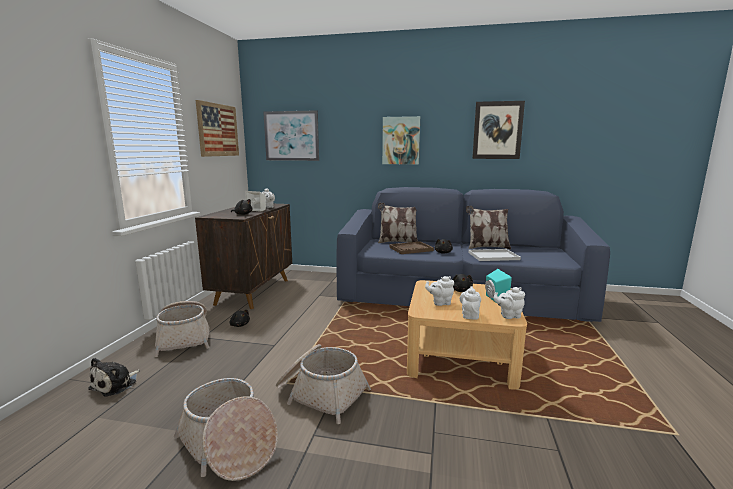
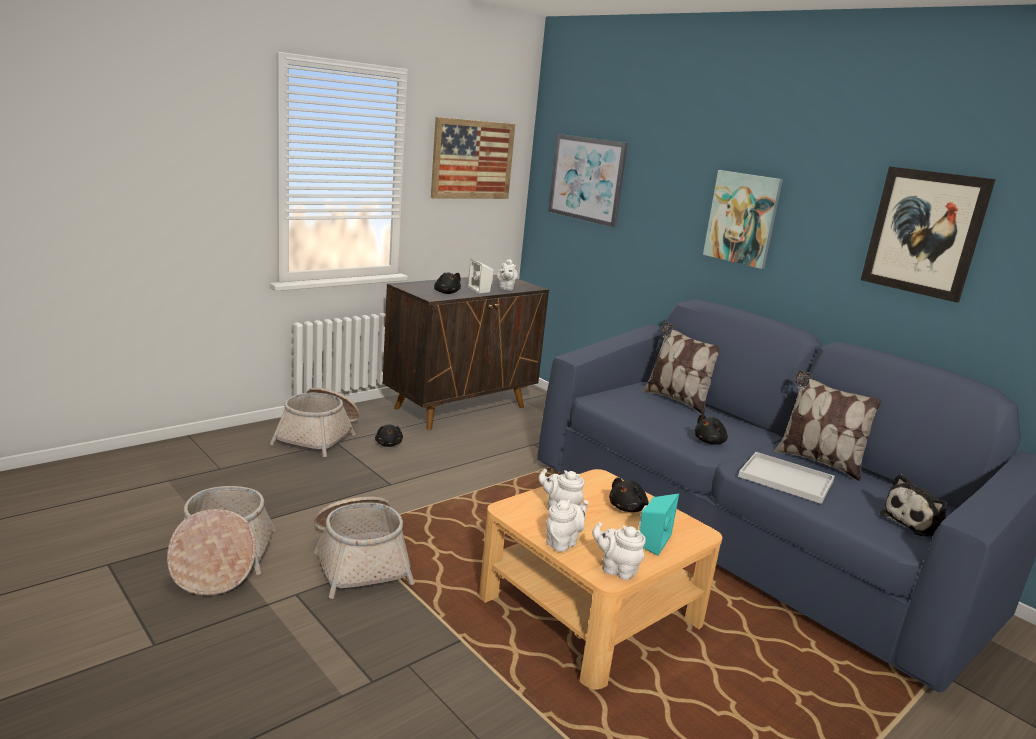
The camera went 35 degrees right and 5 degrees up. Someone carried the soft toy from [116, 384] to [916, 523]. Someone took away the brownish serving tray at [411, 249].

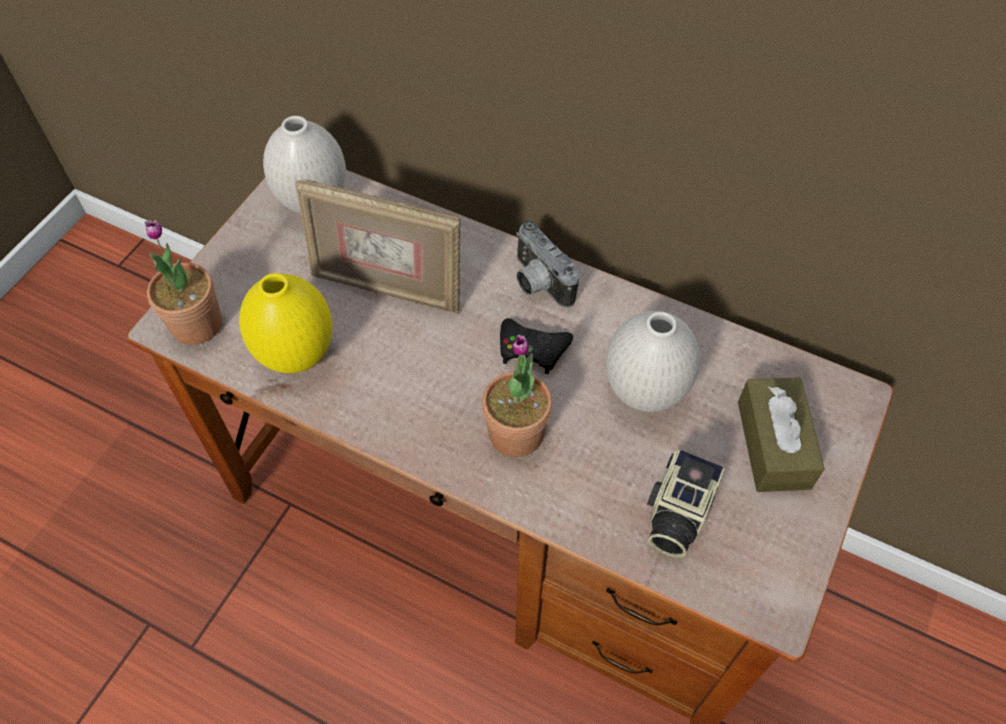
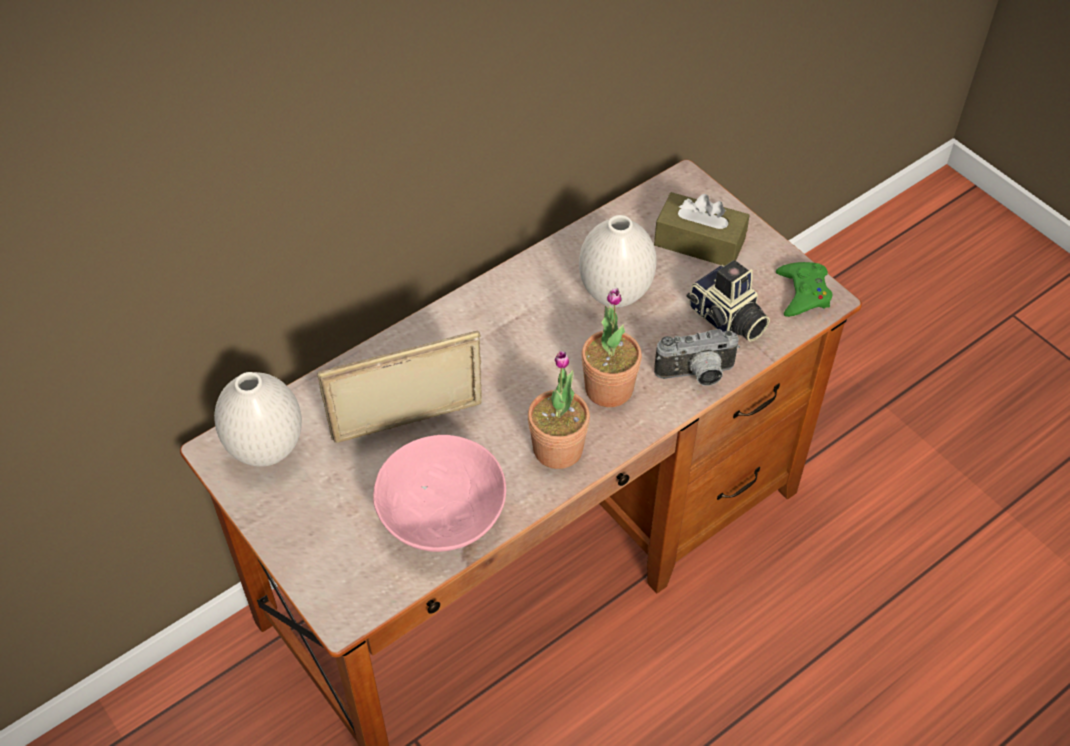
The camera went 65 degrees left and 5 degrees down. Someone rotated the standing frame at [387, 288] by 150 degrees counterclockwise. Someone swapped the yellowish flower vase at [297, 356] for the pink-coloured serving bowl at [443, 516]. Someone carried the plant in a pot from [196, 324] to [558, 449]. Someone carried the still camera from [537, 283] to [696, 375]. Someone put down the green-coloured joypad at [803, 293]. Someone took away the blackish joypad at [532, 349].

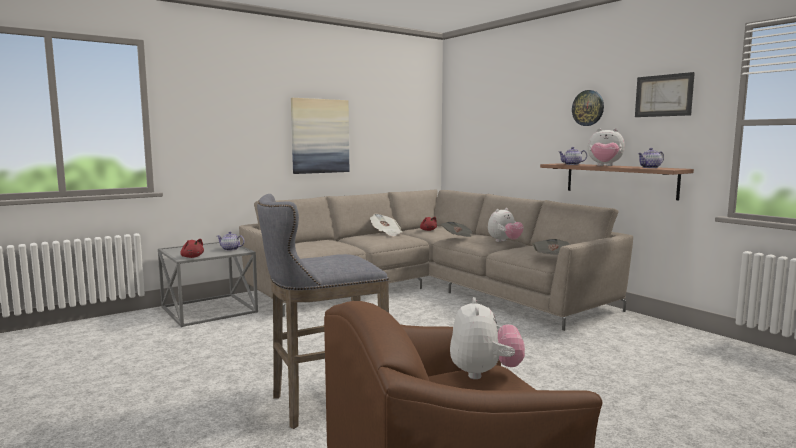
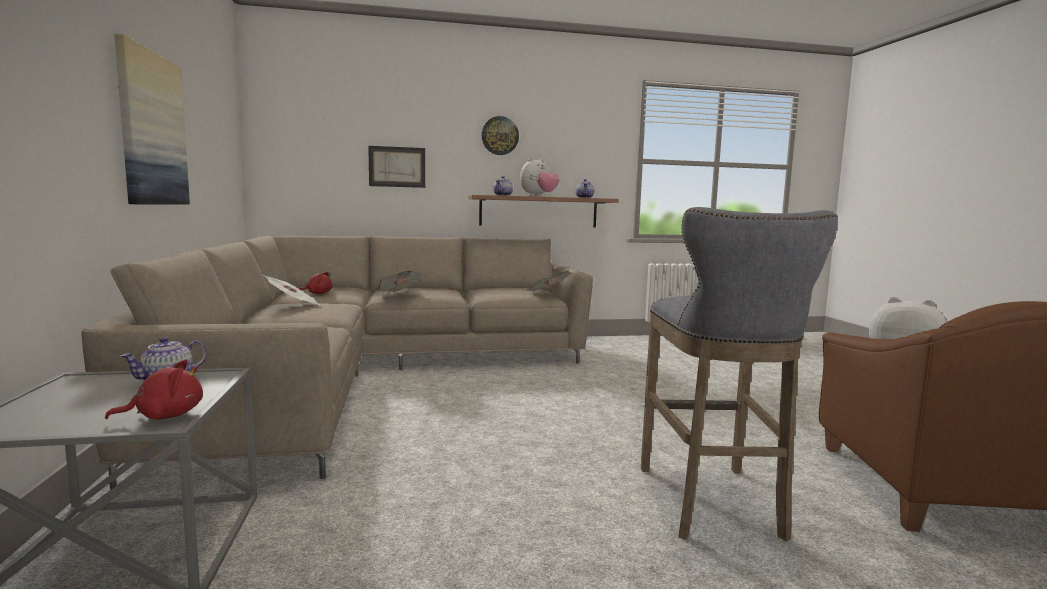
The camera went 65 degrees left and 0 degrees up. Someone carried the wall picture from [663, 95] to [397, 167]. Someone took away the soft toy at [504, 241].

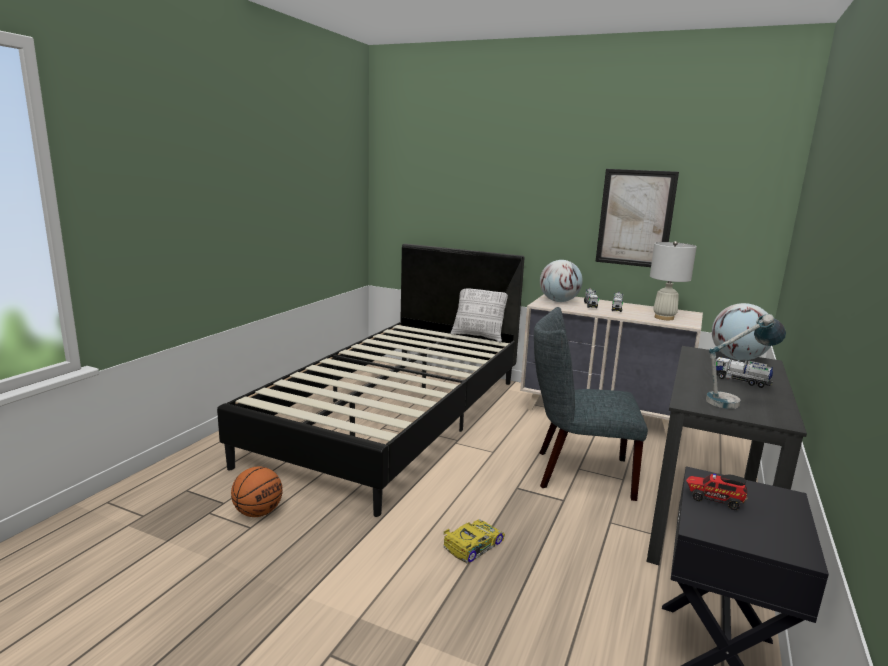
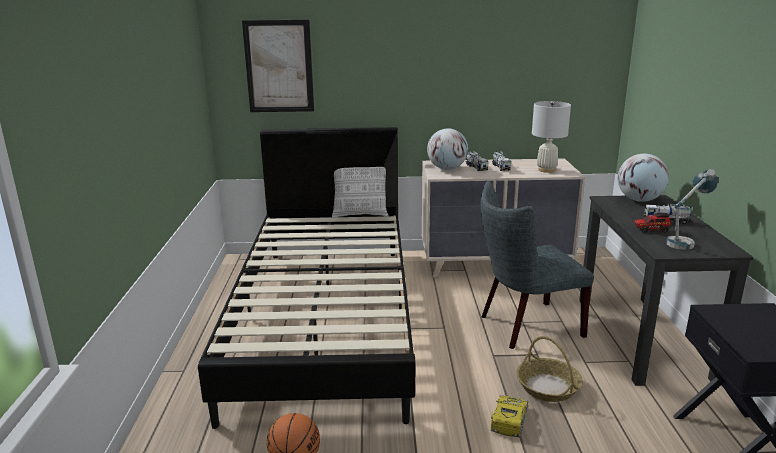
The camera went 25 degrees left and 5 degrees up. Someone carried the wall picture from [635, 218] to [279, 66]. Someone put down the basket at [547, 387]. Someone carried the toy lorry from [713, 499] to [650, 230].

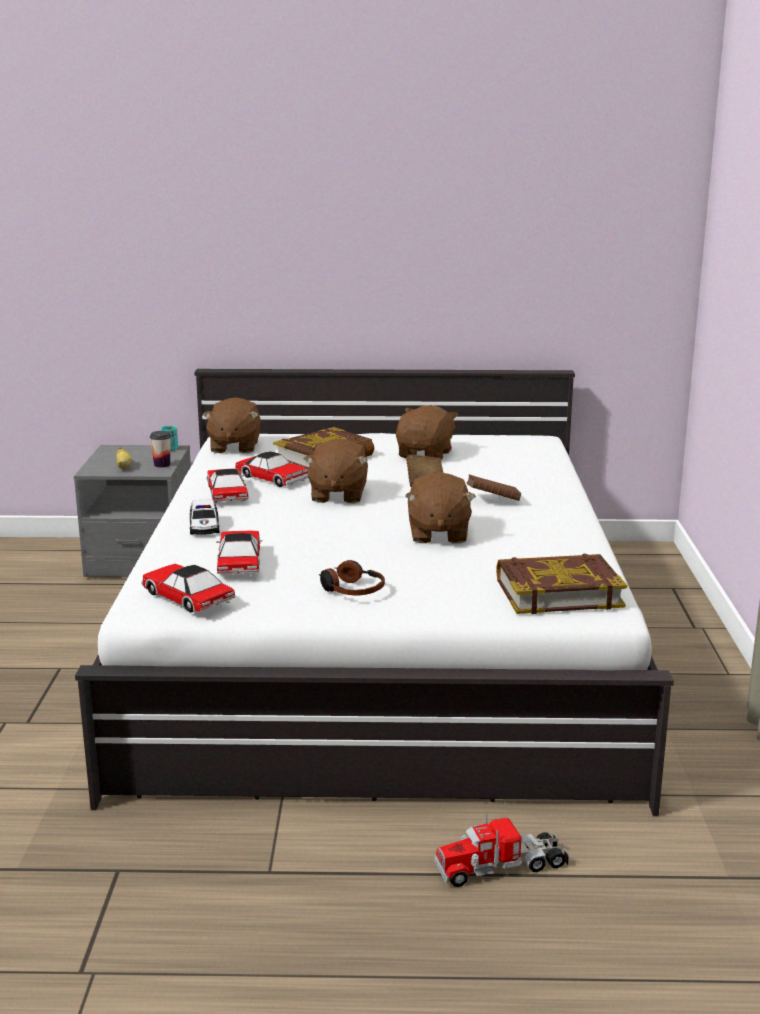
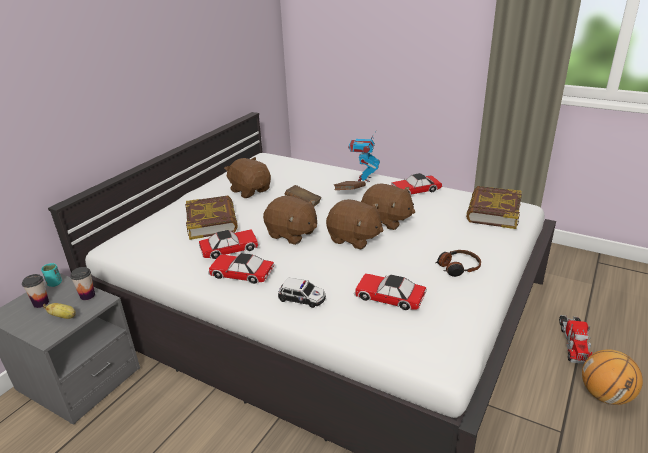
The camera went 60 degrees left and 10 degrees up. Someone put down the drinking cup at [41, 303]. Someone carried the brownish soft toy from [234, 447] to [354, 239]. Someone put down the robot figure at [364, 179]. Someone carried the toy car from [187, 597] to [415, 190]. Someone put down the basketball at [605, 395].

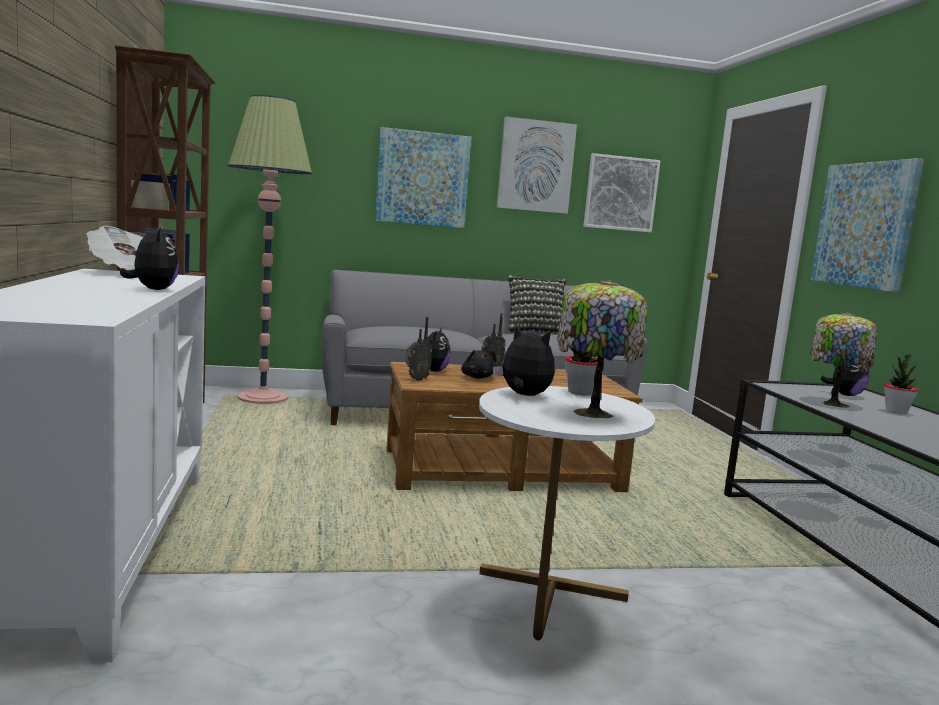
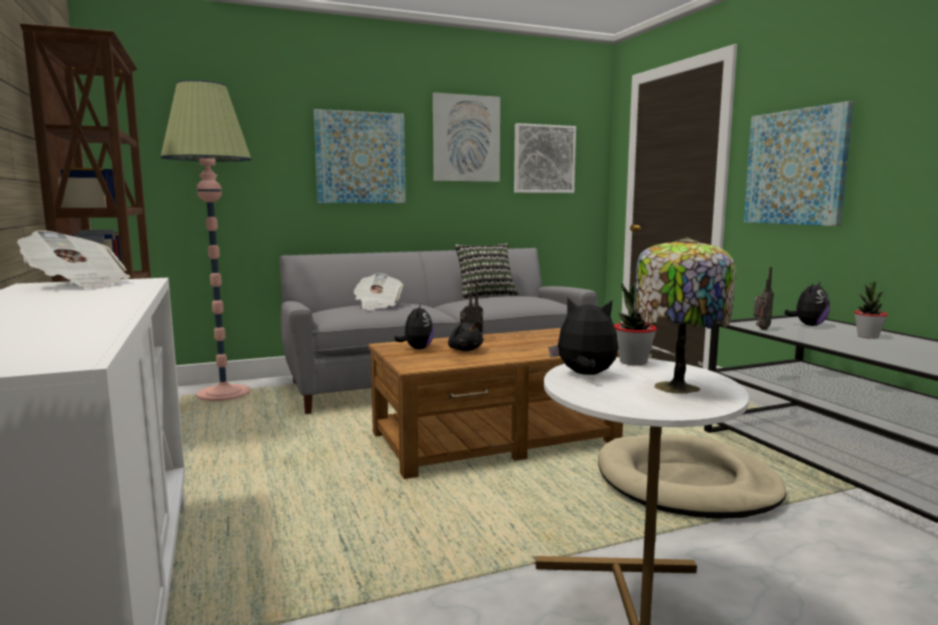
The camera went 10 degrees left and 0 degrees up. Someone put down the printed paper at [377, 305]. Someone put down the sand-coloured pet bed at [686, 483]. Someone carried the radio set from [416, 379] to [760, 329]. Someone took away the soft toy at [153, 289]. Someone took away the tabletop lamp at [833, 403].

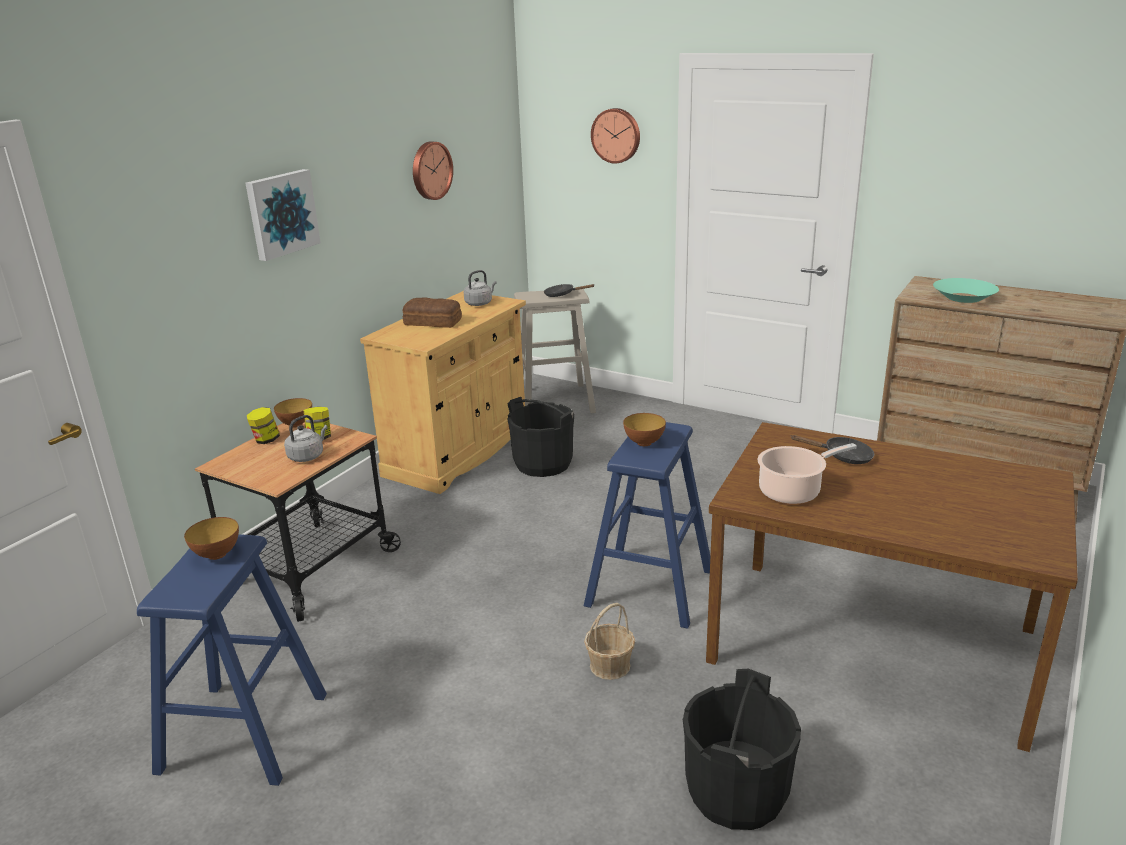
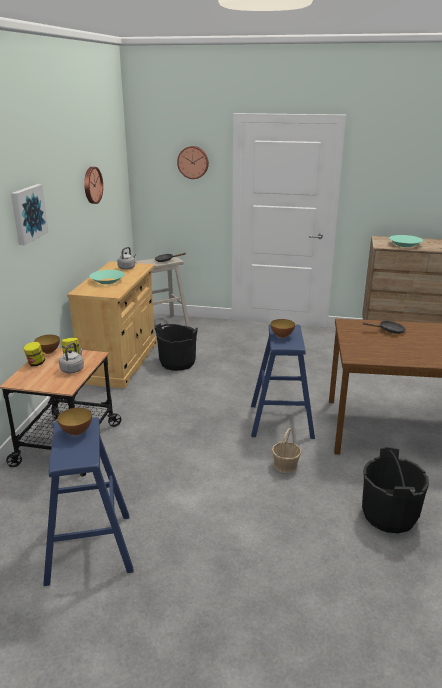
The camera went 20 degrees left and 0 degrees up. Someone swapped the bread at [433, 322] for the turquoise serving bowl at [107, 281]. Someone took away the cooking pot at [793, 491].

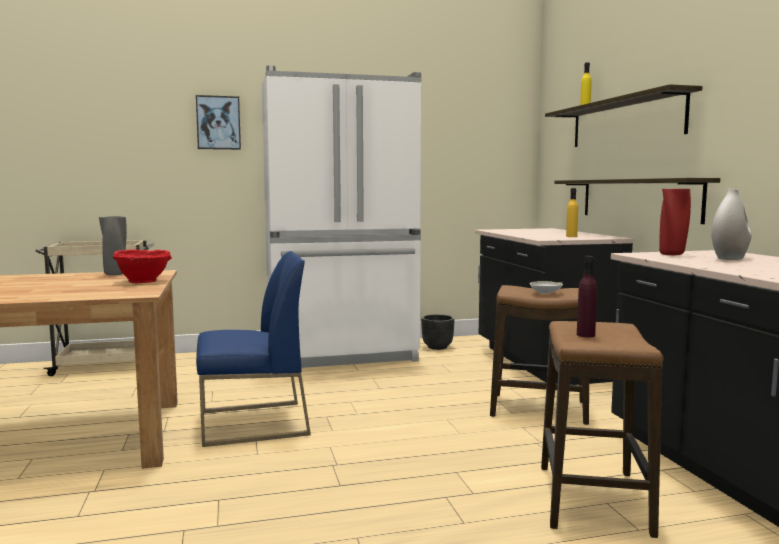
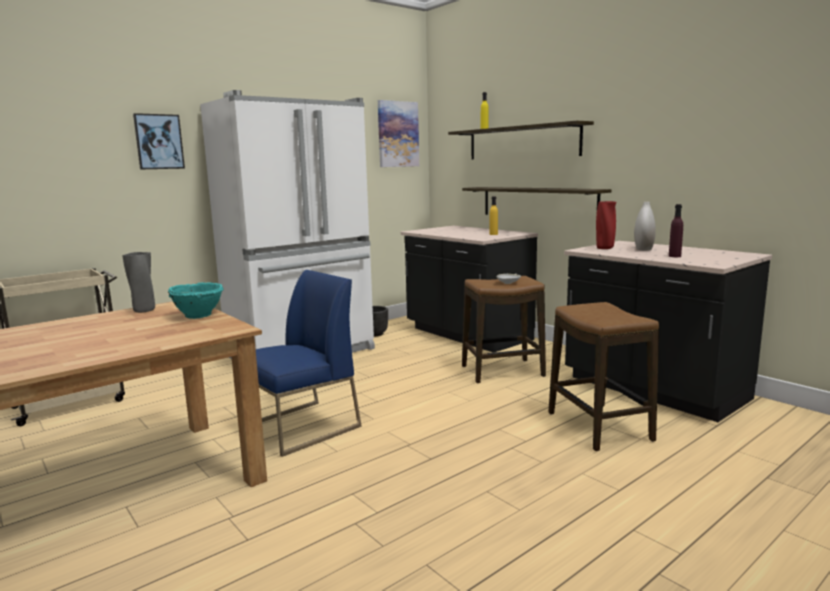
The camera went 25 degrees left and 5 degrees up. Someone repainted the red-coloured serving bowl at [144, 281], which became the turquoise serving bowl at [199, 315]. Someone put up the wall picture at [398, 134]. Someone carried the purplish drink bottle from [585, 335] to [674, 256].

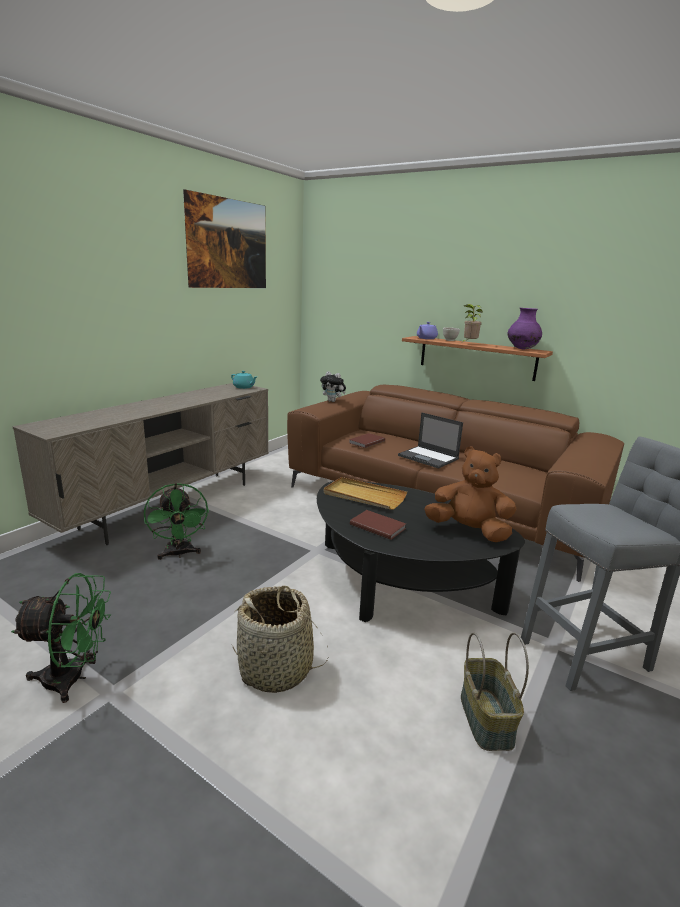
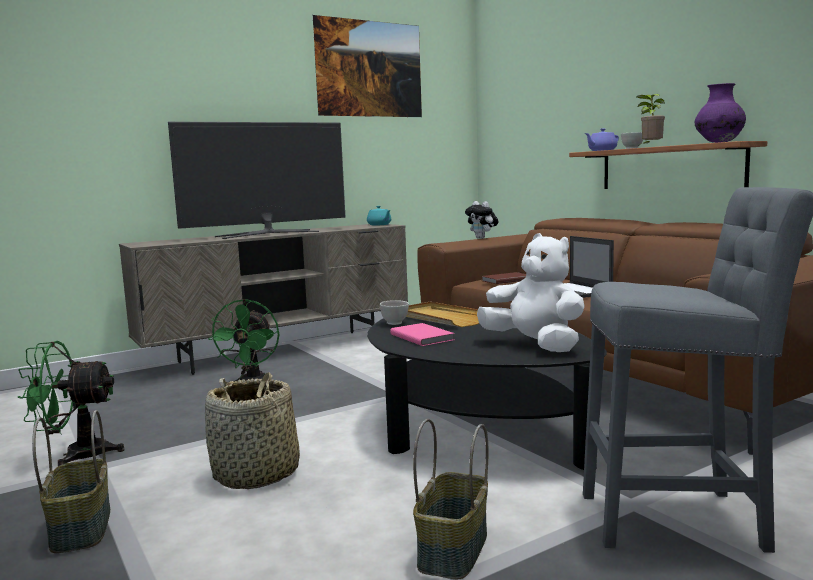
The camera went 25 degrees right and 10 degrees down. Someone rotated the green-coloured cooling fan at [73, 678] by 150 degrees clockwise. Someone put down the basket at [79, 528]. Someone put down the TV at [268, 234]. Someone put down the white-coloured serving bowl at [395, 323]. Someone repainted the brownish volume at [377, 526], which became the pink-coloured volume at [422, 337]. Someone repainted the brownish soft toy at [468, 531], which became the white-coloured soft toy at [535, 345].

